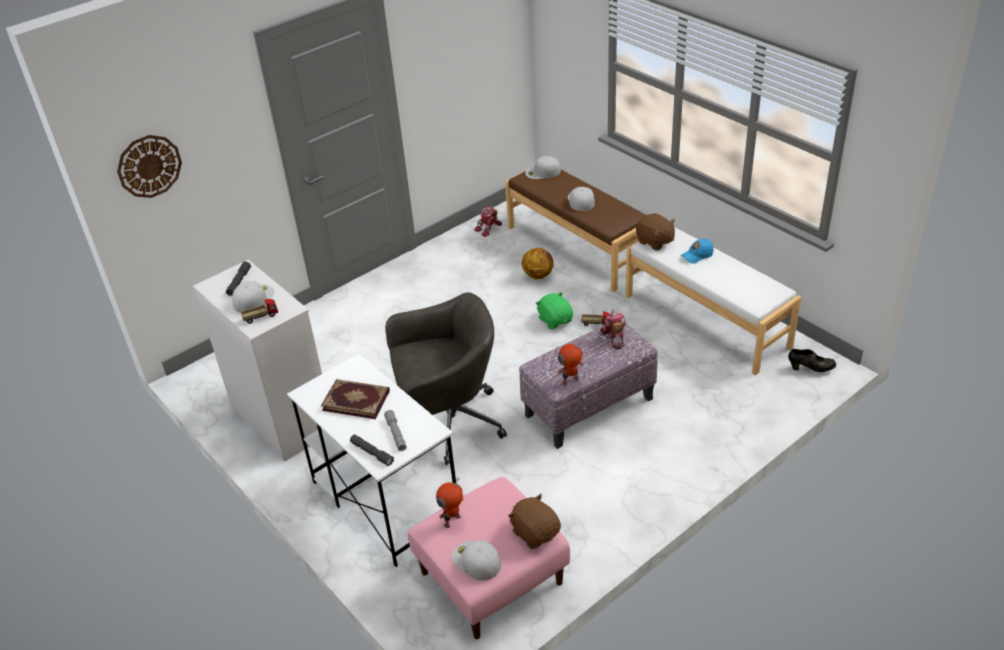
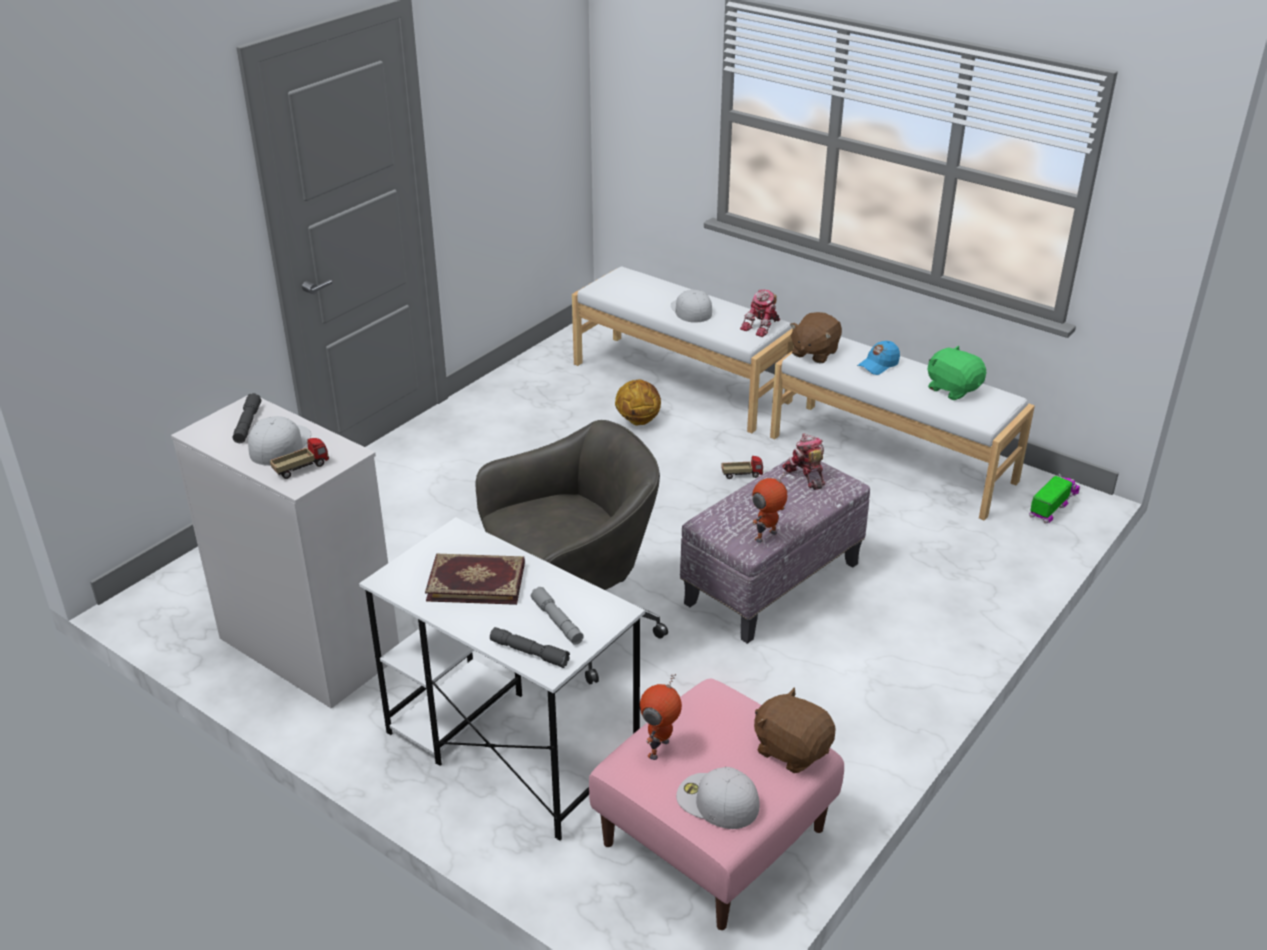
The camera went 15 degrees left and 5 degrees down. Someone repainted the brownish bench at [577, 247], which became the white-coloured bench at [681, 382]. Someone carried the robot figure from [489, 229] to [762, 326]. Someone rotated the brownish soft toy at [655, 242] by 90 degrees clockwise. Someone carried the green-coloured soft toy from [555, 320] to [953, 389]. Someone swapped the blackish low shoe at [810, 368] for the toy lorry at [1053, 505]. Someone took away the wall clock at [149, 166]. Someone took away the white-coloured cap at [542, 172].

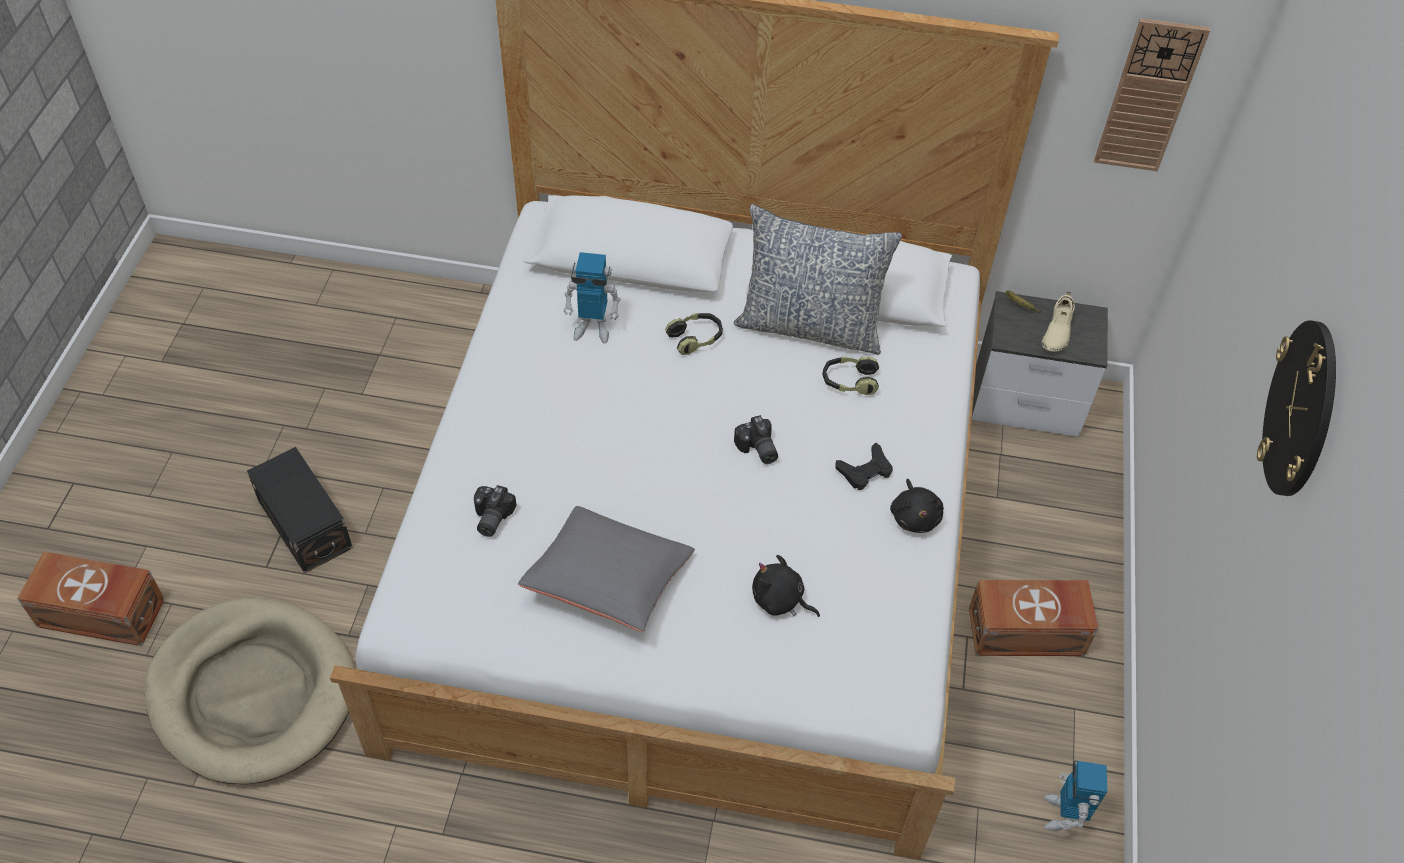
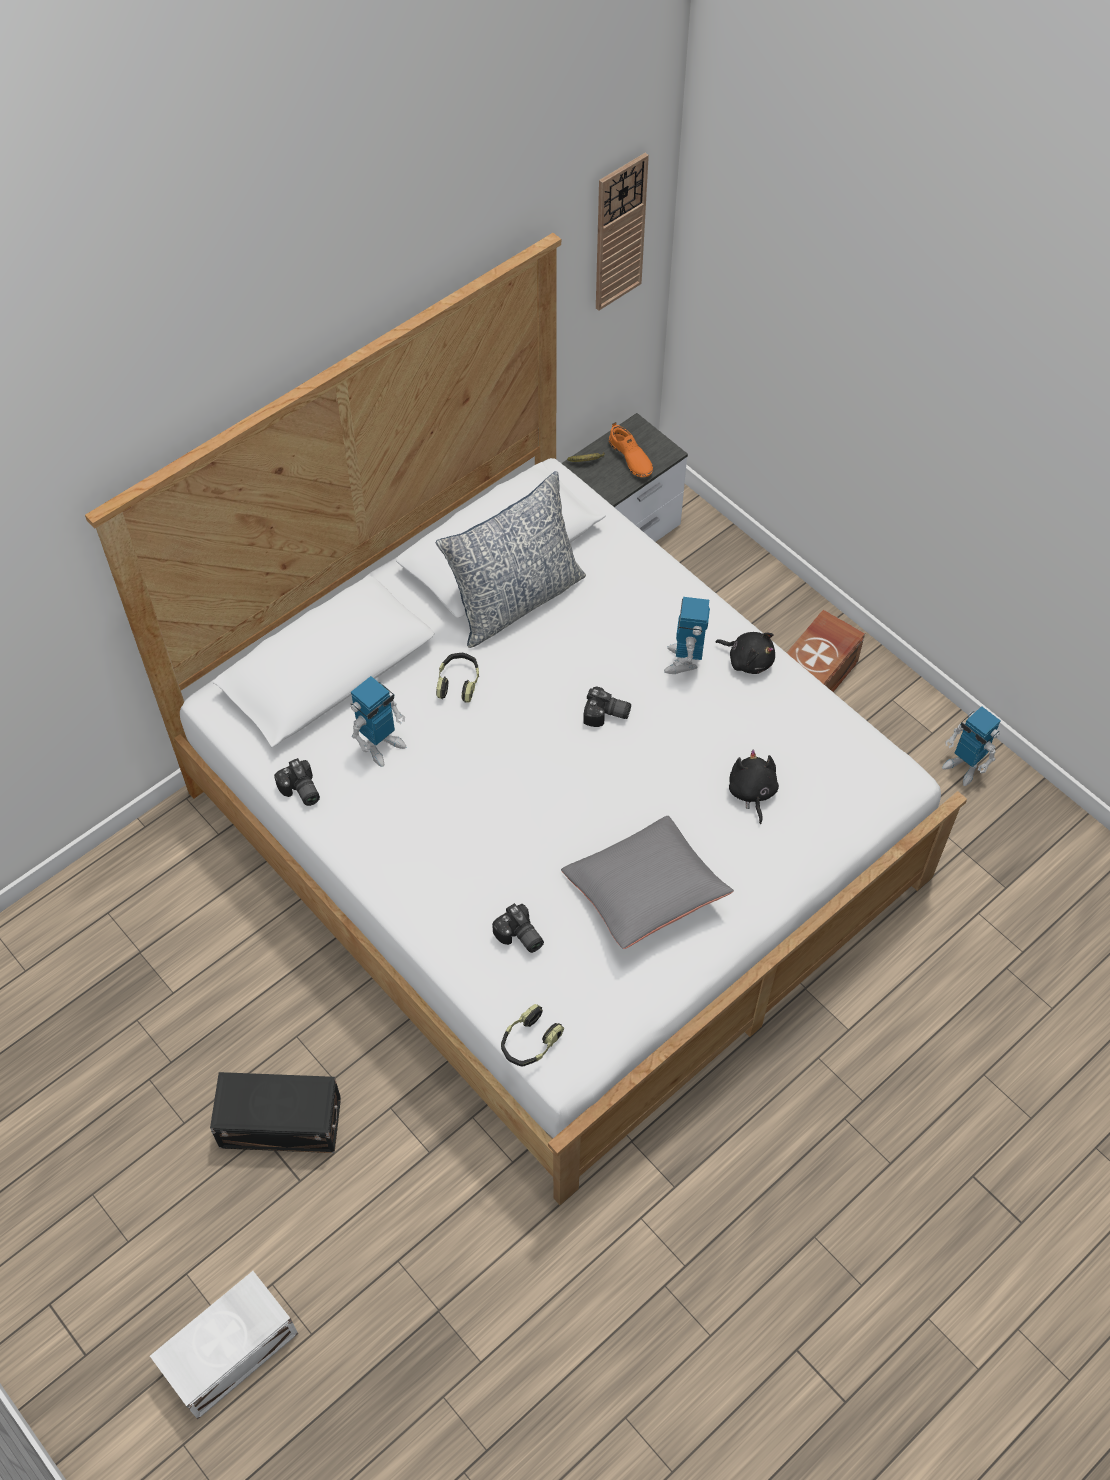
The camera went 50 degrees left and 5 degrees up. Someone repainted the brownish storage bin at [102, 614], which became the white-coloured storage bin at [233, 1352]. Someone put down the still camera at [300, 791]. Someone carried the headphones from [849, 381] to [530, 1042]. Someone repainted the sand-coloured low shoe at [1056, 331], which became the orange-coloured low shoe at [630, 458]. Someone swapped the blackish joypad at [865, 471] for the robot figure at [684, 661]. Someone rotated the blackish soft toy at [780, 600] by 105 degrees clockwise. Someone took away the sand-coloured pet bed at [253, 693]. Someone took away the wall clock at [1301, 409].

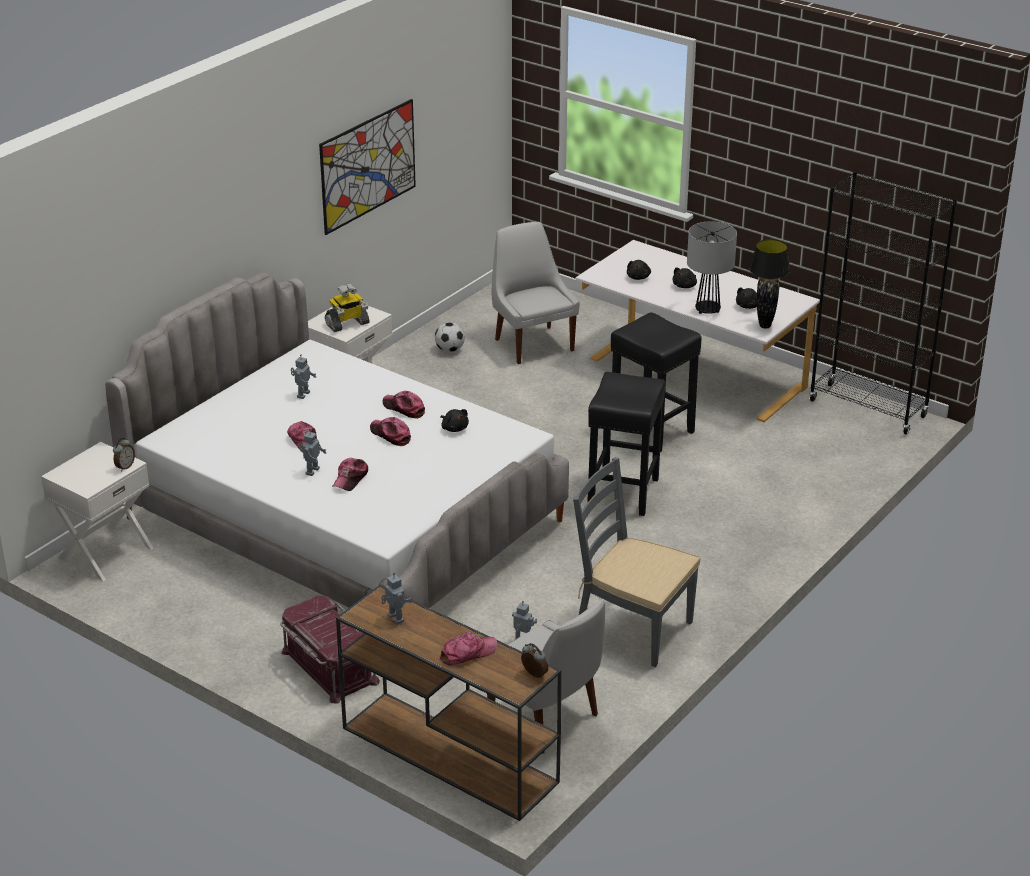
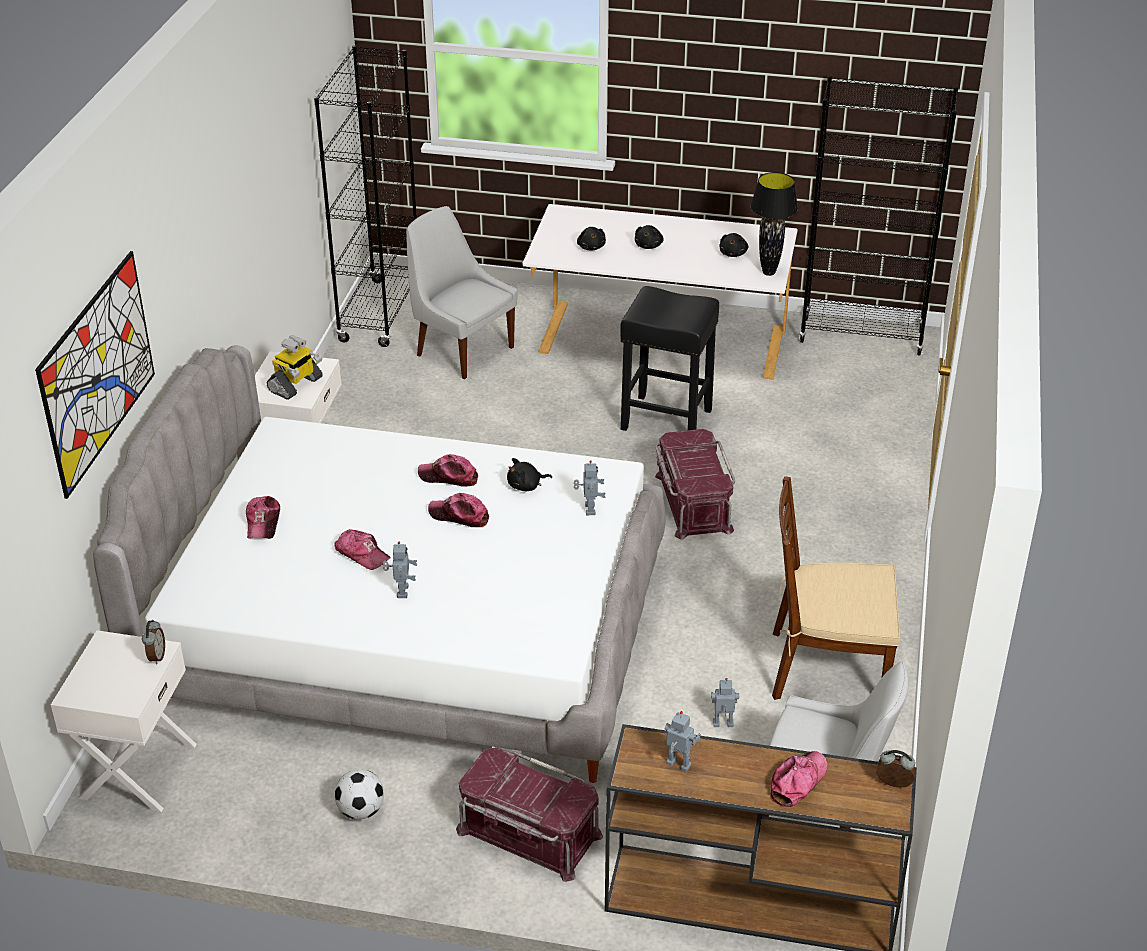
The camera went 25 degrees left and 5 degrees up. Someone carried the wall picture from [368, 166] to [98, 371]. Someone carried the cap from [350, 479] to [263, 523]. Someone put down the blackish bookcase at [380, 313]. Someone carried the ball for football from [449, 350] to [361, 810]. Someone rotated the blackish soft toy at [454, 428] by 135 degrees clockwise. Someone carried the robot figure from [302, 394] to [589, 509]. Someone swapped the blackish stool at [623, 492] for the red-coloured storage bin at [692, 502]. Someone repainted the gray plain chair at [632, 629], which became the brownish plain chair at [826, 668]. Someone took away the tabletop lamp at [708, 310].

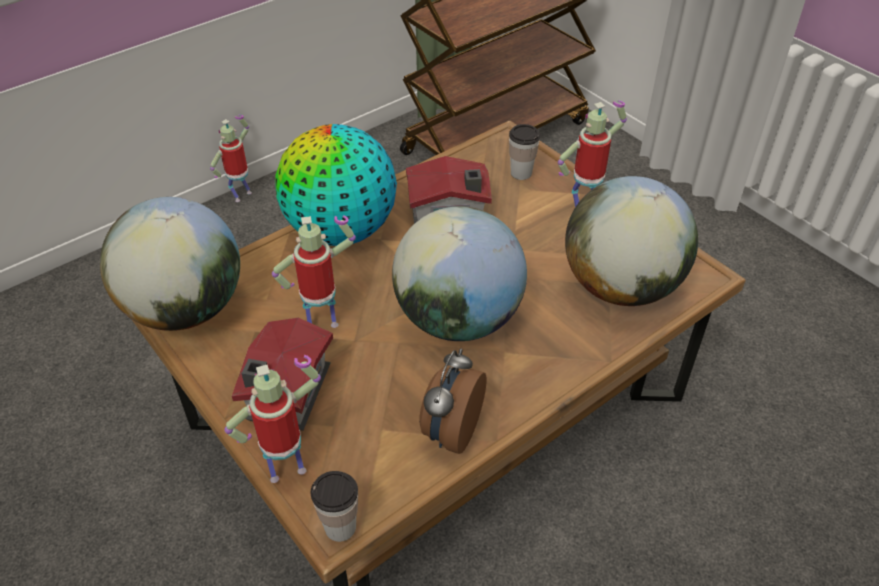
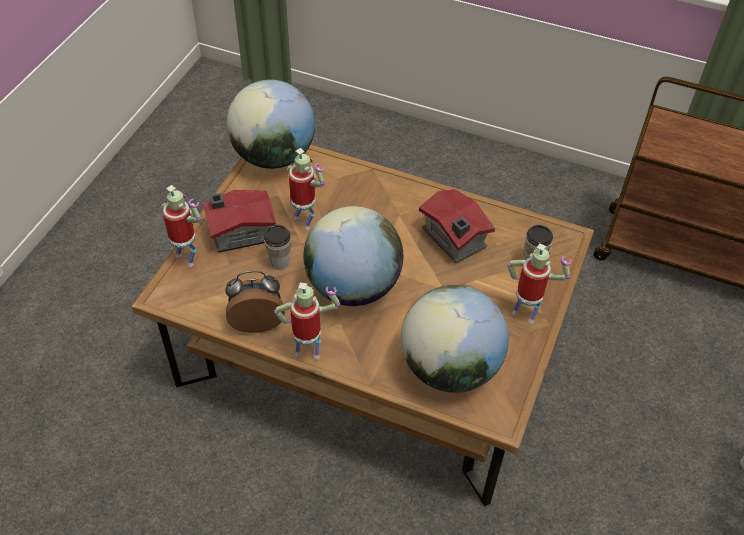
The camera went 60 degrees right and 5 degrees up. Someone carried the drinking cup from [340, 527] to [279, 262]. Someone carried the robot figure from [241, 195] to [309, 352]. Someone took away the world globe at [340, 231].

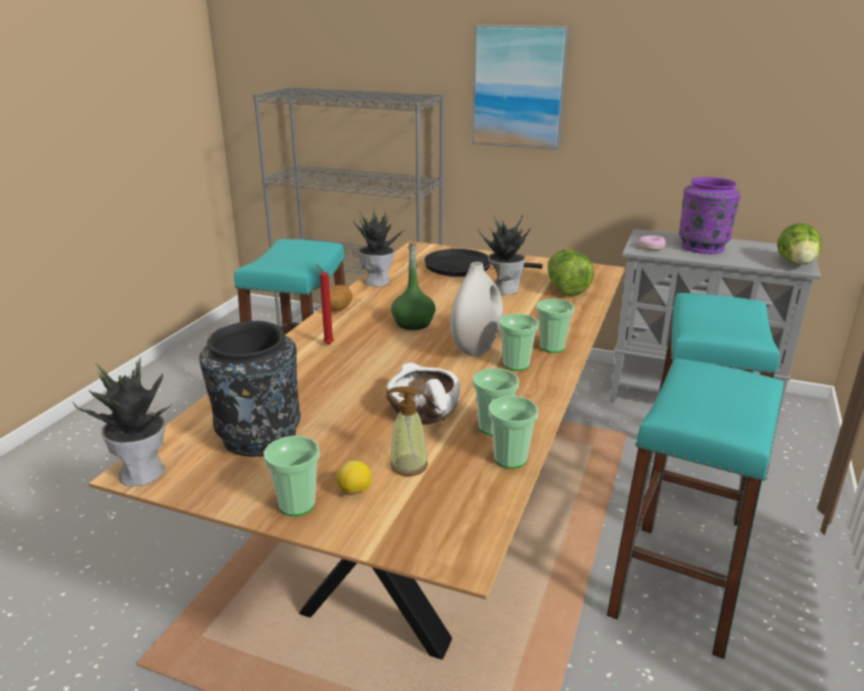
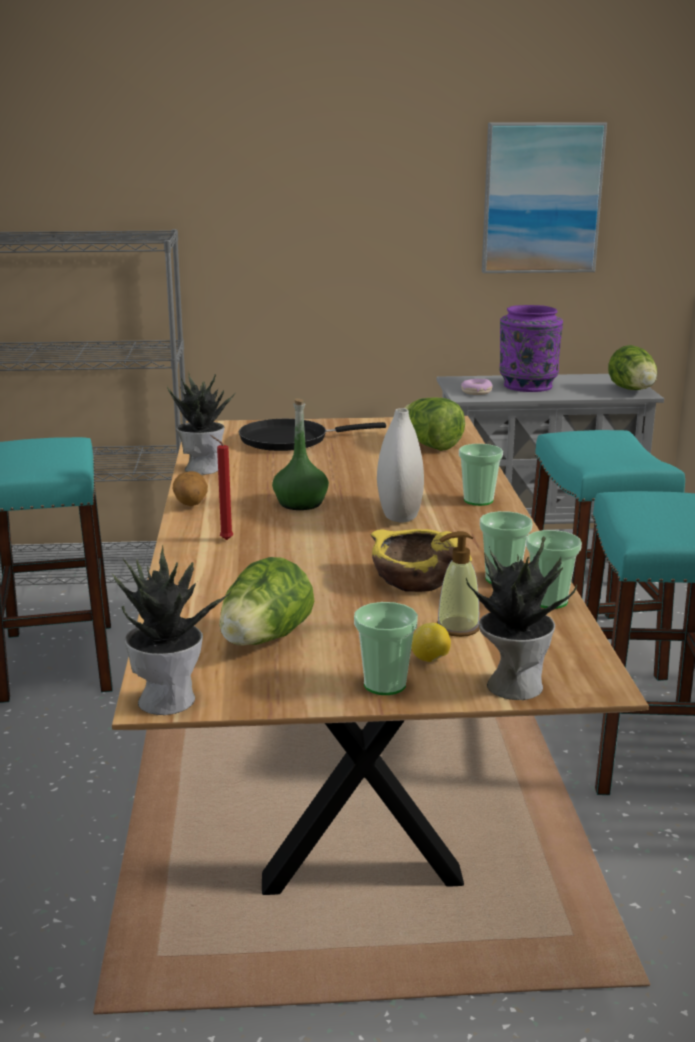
The camera went 25 degrees left and 5 degrees down. Someone swapped the blackish flower vase at [259, 438] for the head of lettuce at [264, 640]. Someone repainted the white-coloured serving bowl at [423, 411], which became the yellowish serving bowl at [415, 580]. Someone carried the plant in a pot from [504, 289] to [512, 685]. Someone carried the wall picture from [519, 87] to [541, 198]. Someone took away the drinking cup at [516, 364].

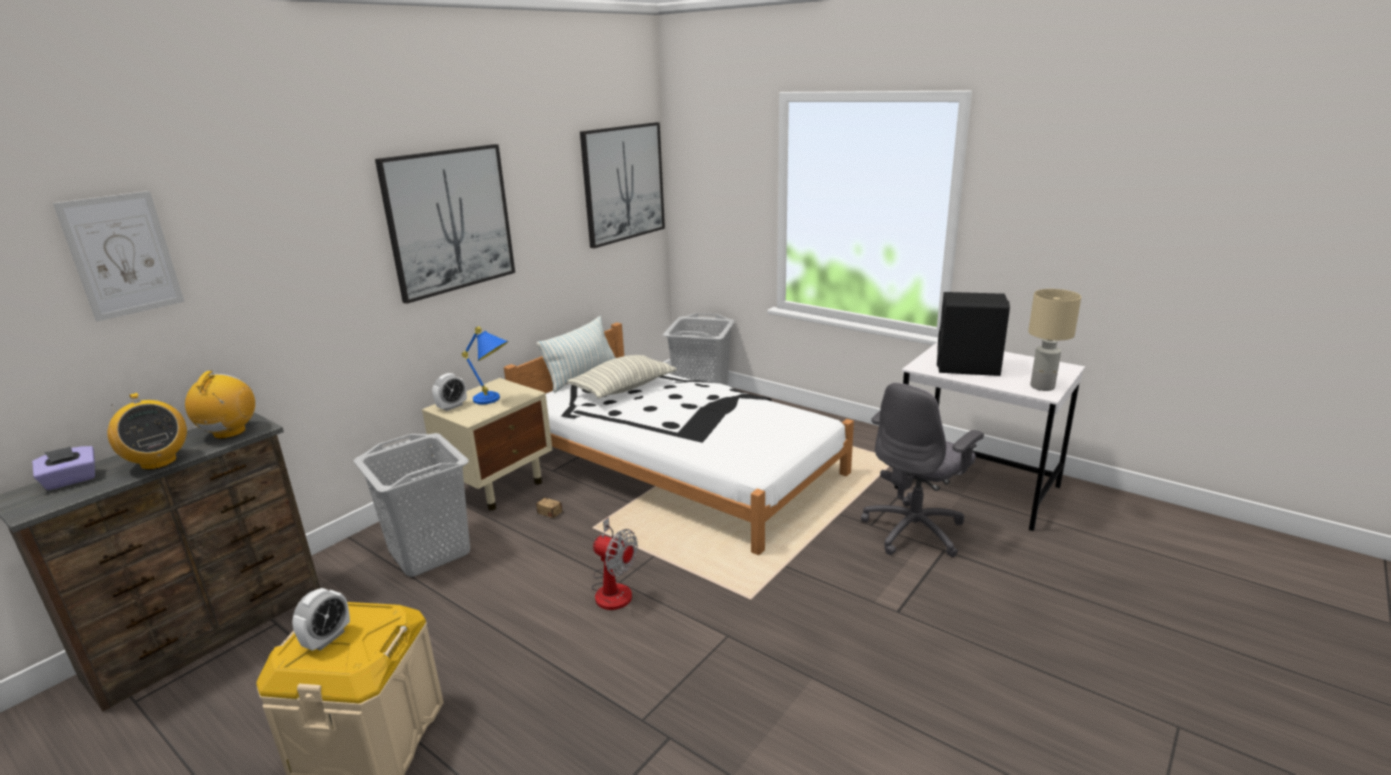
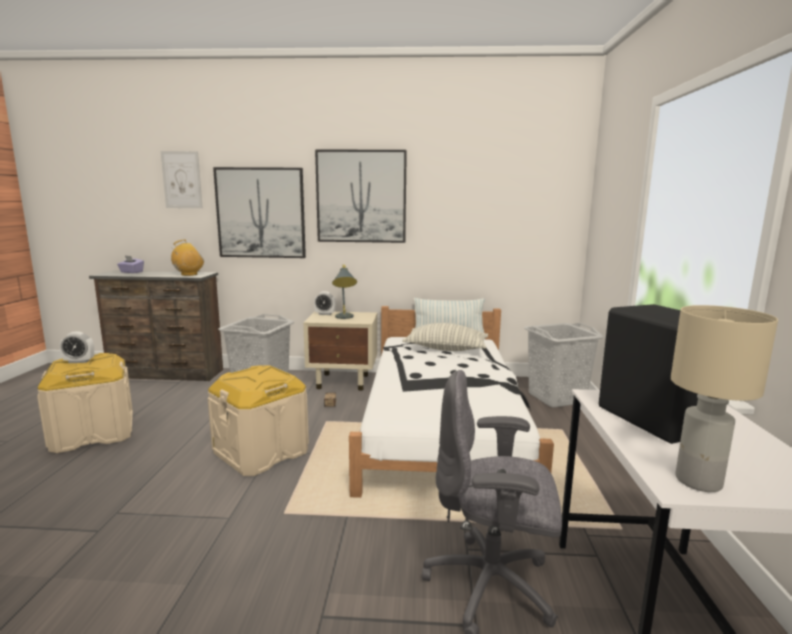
The camera went 55 degrees right and 10 degrees down. Someone swapped the cooling fan at [613, 588] for the sand-coloured storage bin at [261, 452]. Someone carried the wall picture from [623, 183] to [261, 213]. Someone repainted the blue-coloured tabletop lamp at [494, 400], which became the gray tabletop lamp at [344, 318]. Someone took away the radio set at [158, 462].

